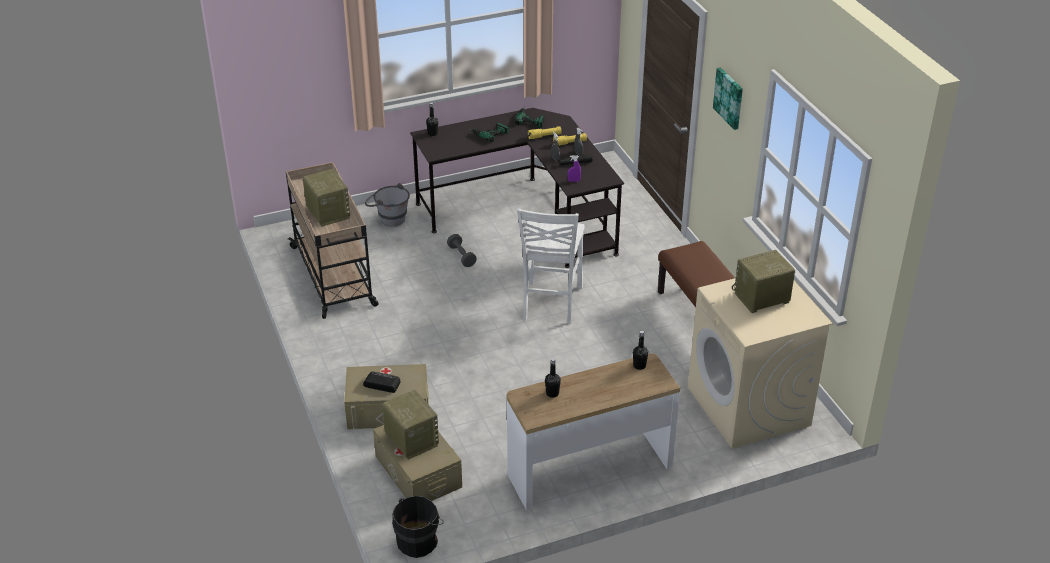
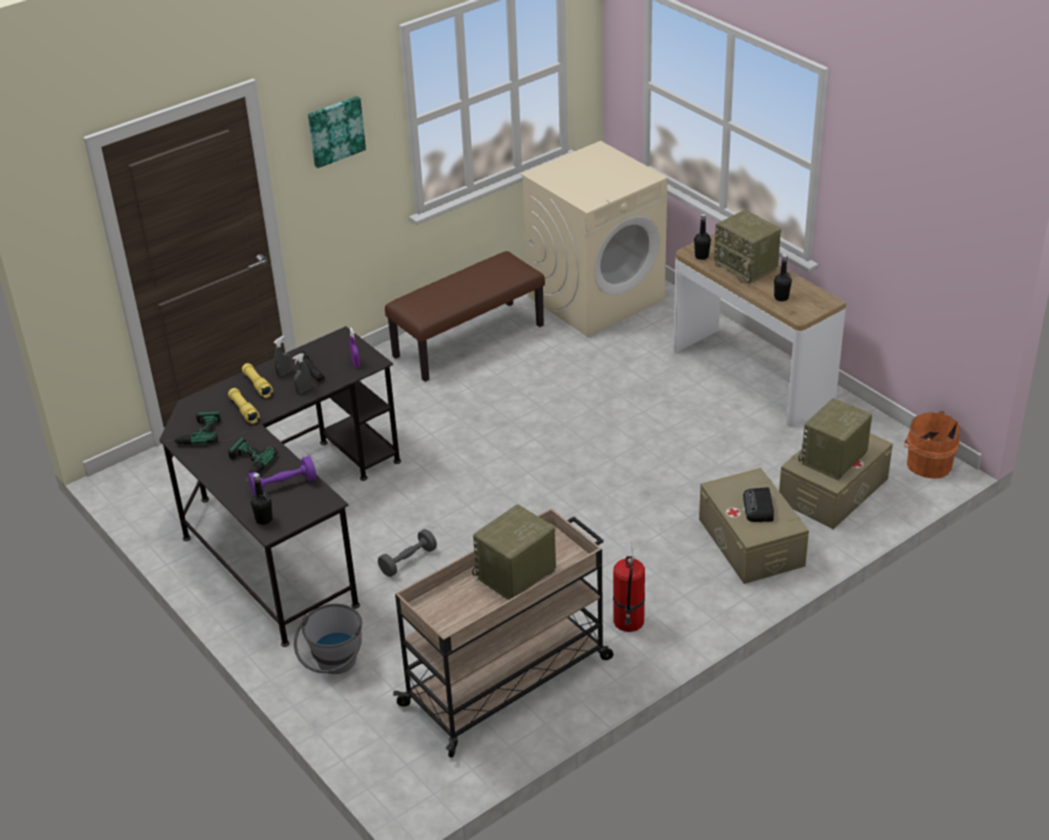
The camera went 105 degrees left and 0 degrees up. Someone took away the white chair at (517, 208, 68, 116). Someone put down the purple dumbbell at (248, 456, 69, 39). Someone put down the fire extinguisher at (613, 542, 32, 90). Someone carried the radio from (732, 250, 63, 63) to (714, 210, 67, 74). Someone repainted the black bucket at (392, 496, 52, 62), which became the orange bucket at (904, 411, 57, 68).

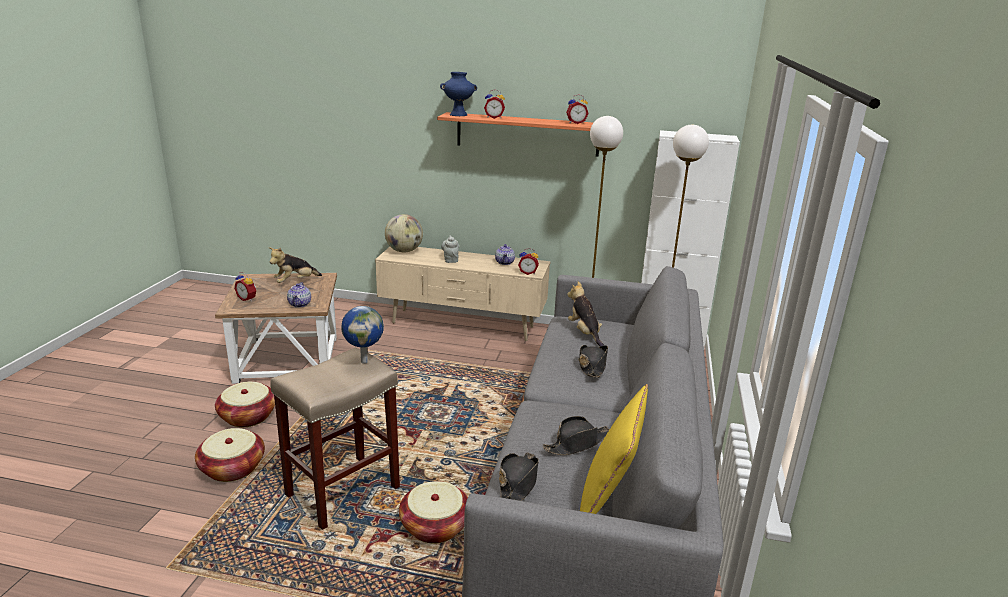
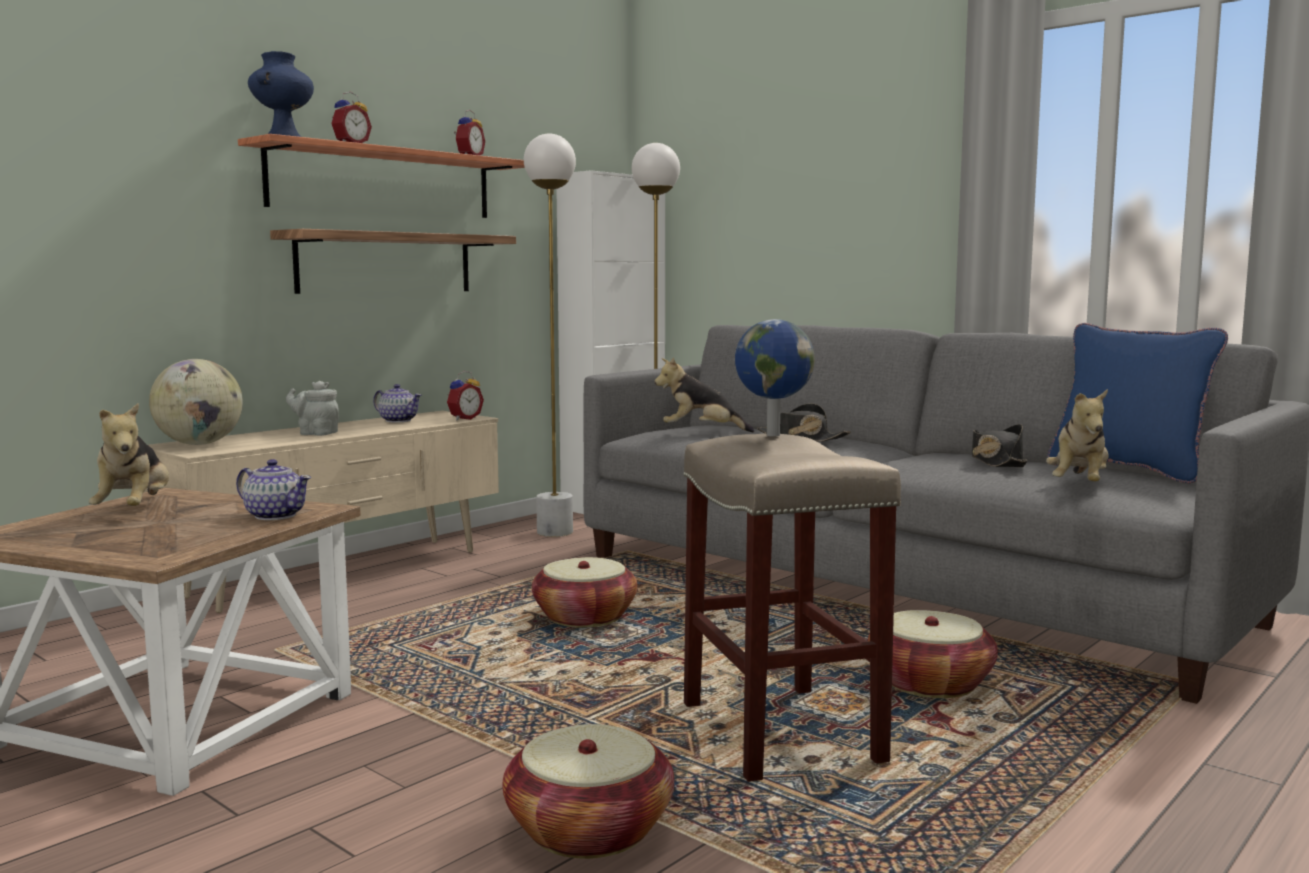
The camera went 60 degrees left and 15 degrees down. Someone took away the alarm clock at (234, 272, 22, 30). Someone put up the shelf at (270, 229, 246, 65). Someone carried the basket from (215, 382, 60, 45) to (532, 557, 105, 70). Someone swapped the black hat at (499, 452, 40, 49) for the plush toy at (1046, 389, 63, 93). Someone repainted the yellow pillow at (580, 384, 68, 130), which became the blue pillow at (1047, 323, 181, 160).

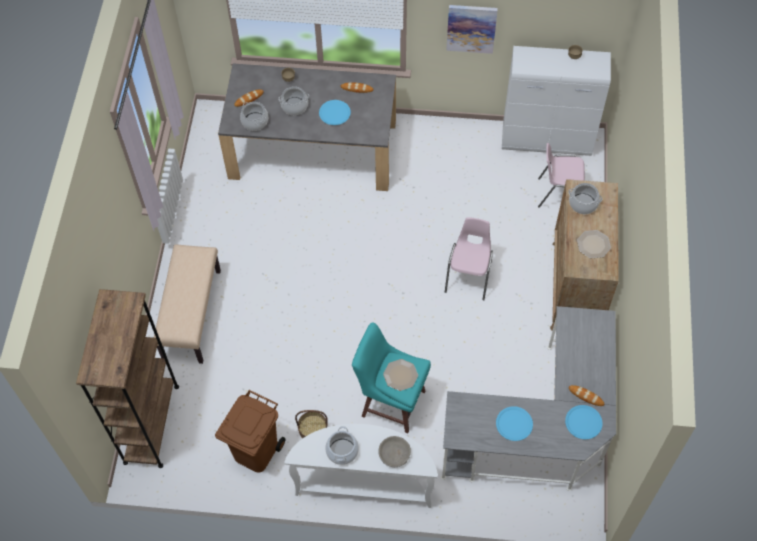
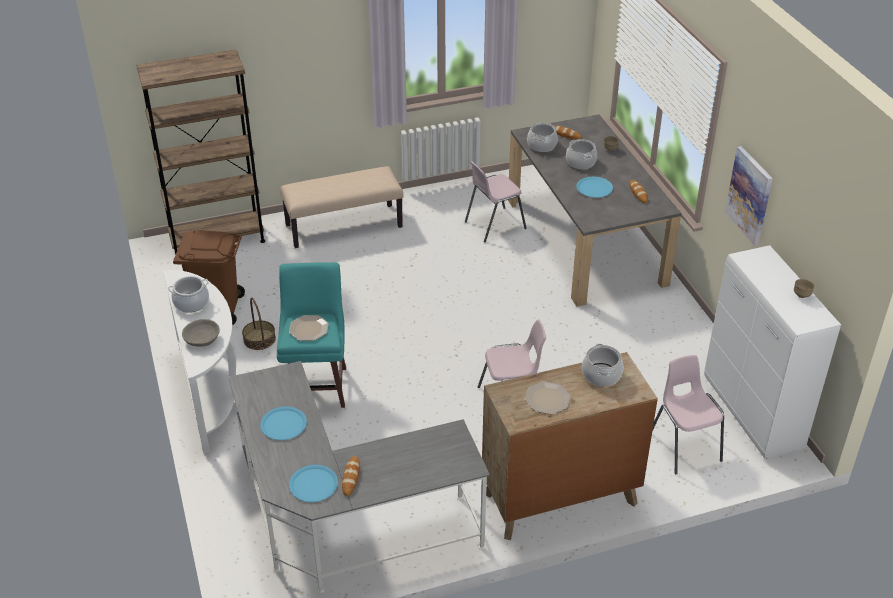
The camera went 65 degrees right and 20 degrees down. Someone put down the pink chair at (465, 161, 62, 81).

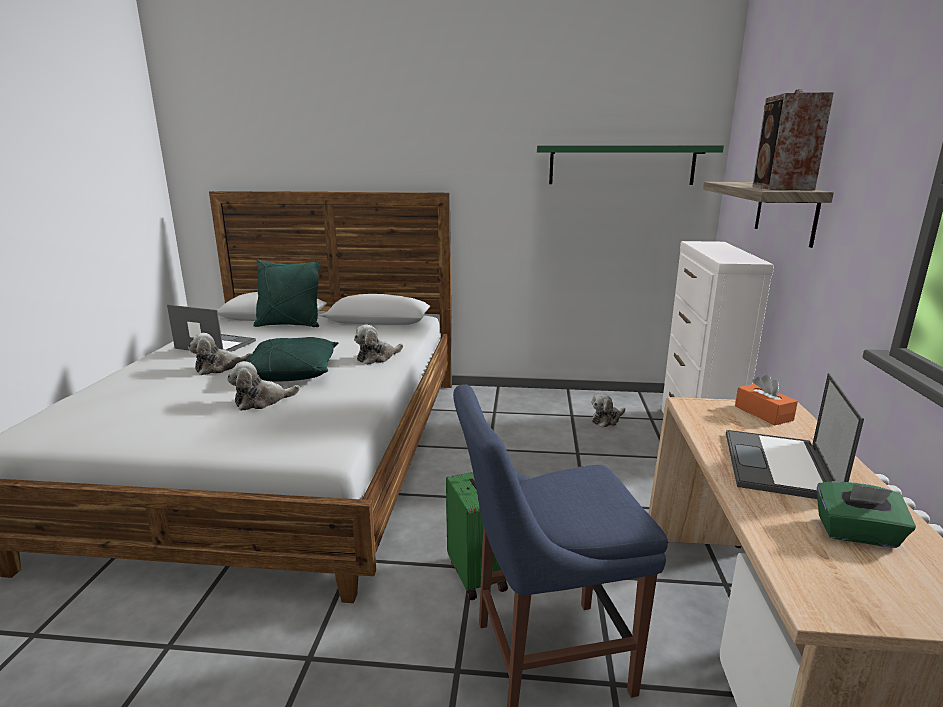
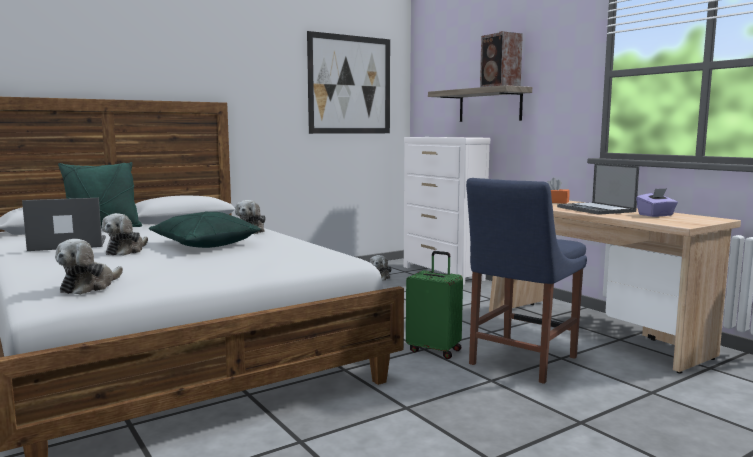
The camera went 40 degrees left and 10 degrees down. Someone carried the plush toy from (227, 361, 73, 50) to (55, 239, 68, 56). Someone swapped the green shelf at (537, 145, 187, 40) for the picture at (307, 31, 83, 103). Someone repainted the green tissue box at (817, 481, 99, 67), which became the purple tissue box at (636, 188, 42, 29).

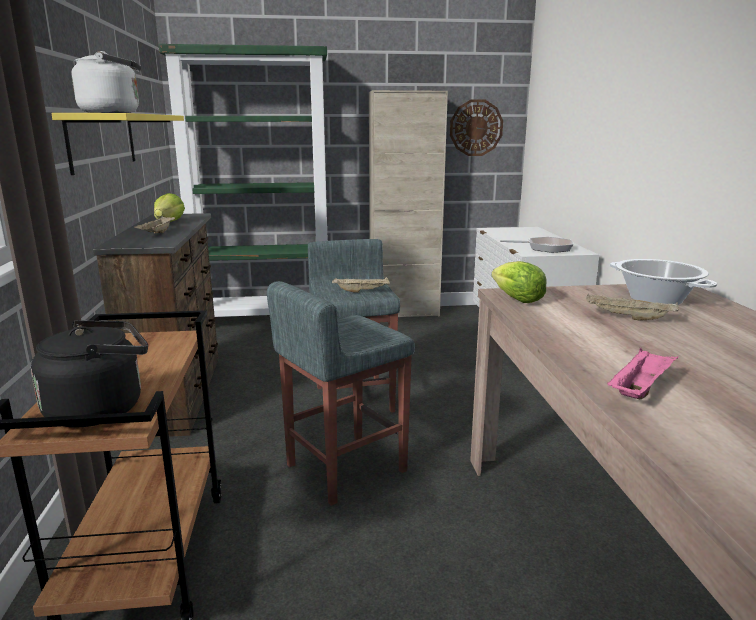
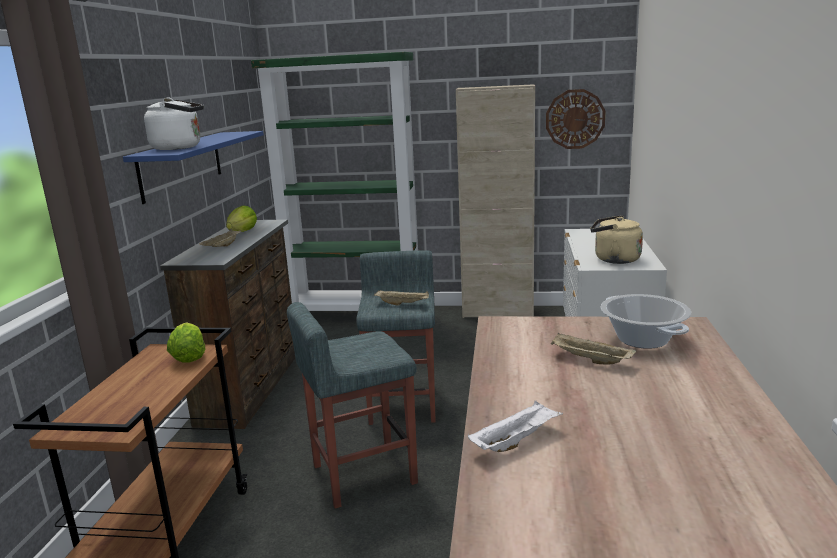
The camera went 15 degrees right and 0 degrees up. Someone took away the black kettle at (31, 320, 117, 107). Someone carried the lettuce from (491, 261, 56, 42) to (167, 322, 39, 41). Someone swapped the frying pan at (500, 237, 74, 16) for the beige kettle at (590, 215, 53, 49). Someone repainted the yellow shelf at (51, 113, 133, 62), which became the blue shelf at (123, 131, 141, 73). Someone repainted the pink tray at (607, 348, 71, 51), which became the white tray at (468, 401, 95, 51).

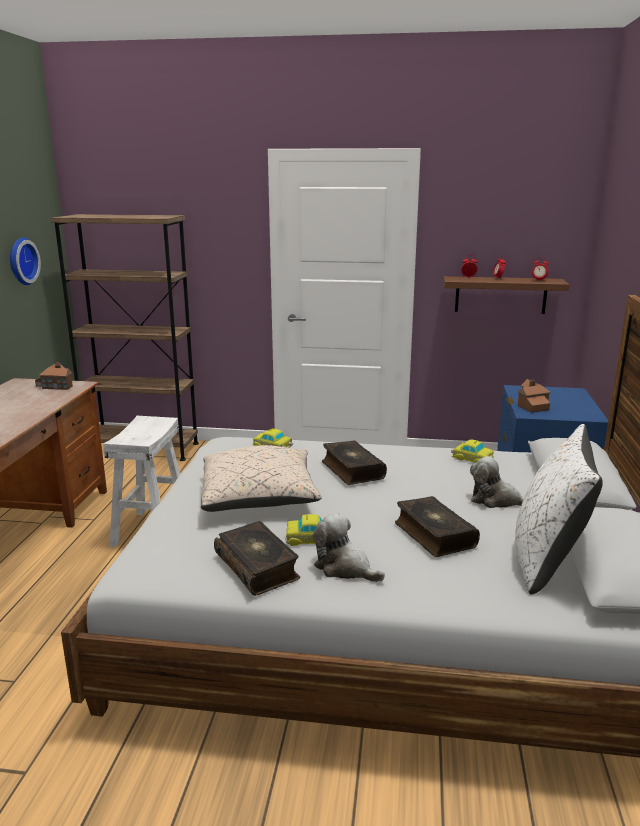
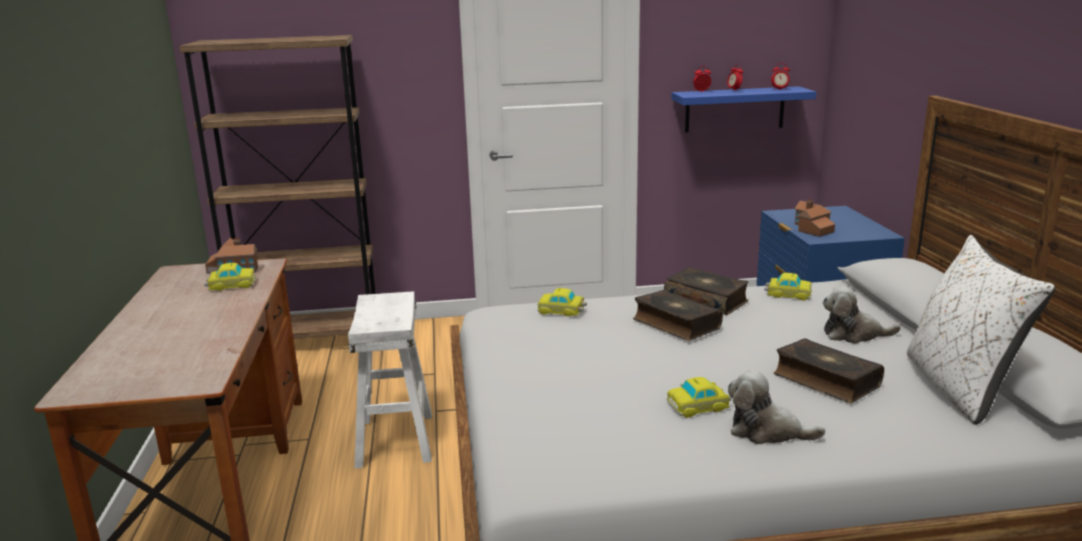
The camera went 15 degrees left and 0 degrees up. Someone took away the wall clock at (10, 238, 31, 47). Someone took away the beige pillow at (201, 445, 120, 67). Someone put down the toy car at (204, 262, 52, 29). Someone carried the book from (214, 521, 86, 75) to (664, 267, 85, 48). Someone repainted the brown shelf at (443, 276, 126, 38), which became the blue shelf at (671, 86, 145, 47).

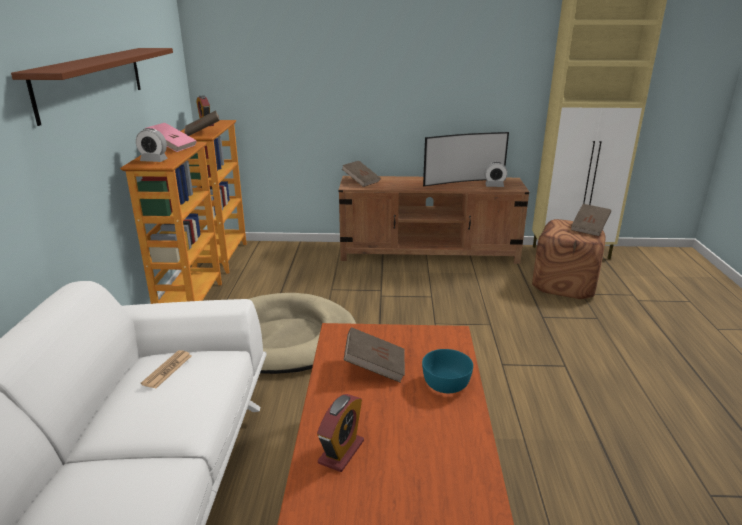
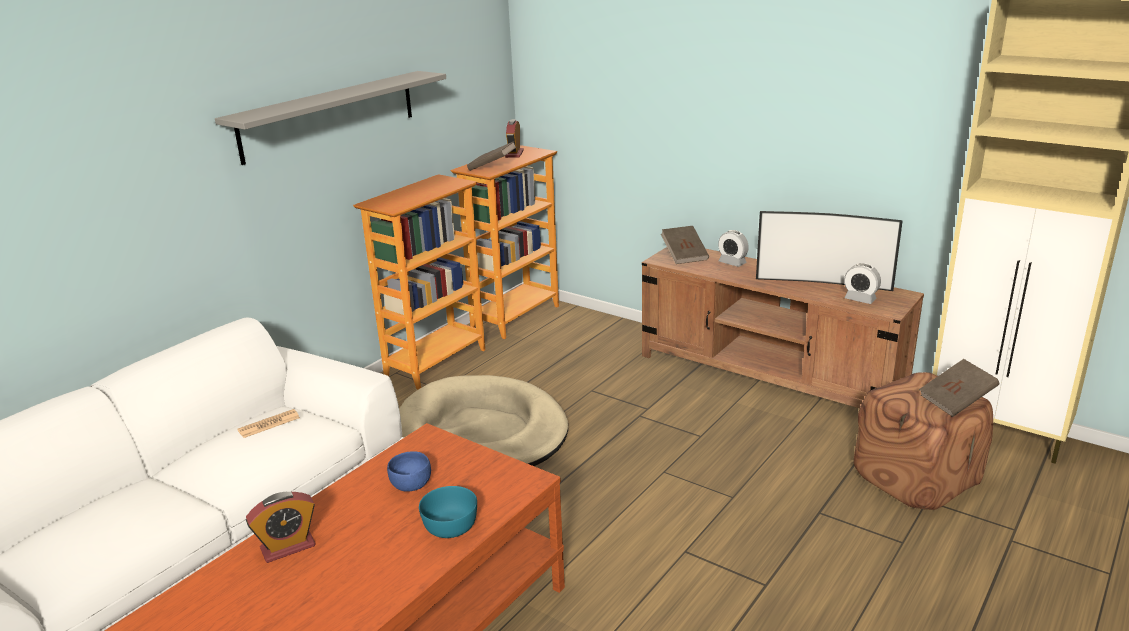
The camera went 35 degrees right and 0 degrees up. Someone took away the pink book at (145, 123, 52, 29). Someone carried the alarm clock from (136, 128, 32, 34) to (718, 230, 31, 37). Someone swapped the brown book at (344, 327, 61, 56) for the blue bowl at (387, 451, 44, 41). Someone repainted the brown shelf at (11, 48, 162, 78), which became the grey shelf at (215, 71, 231, 94).

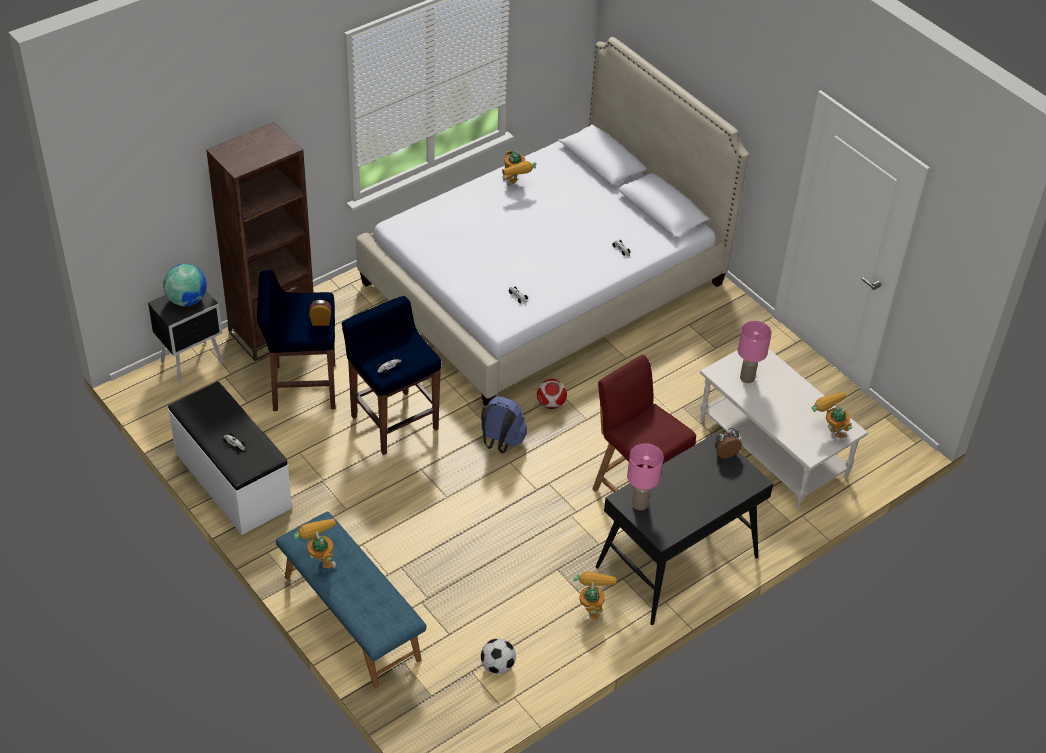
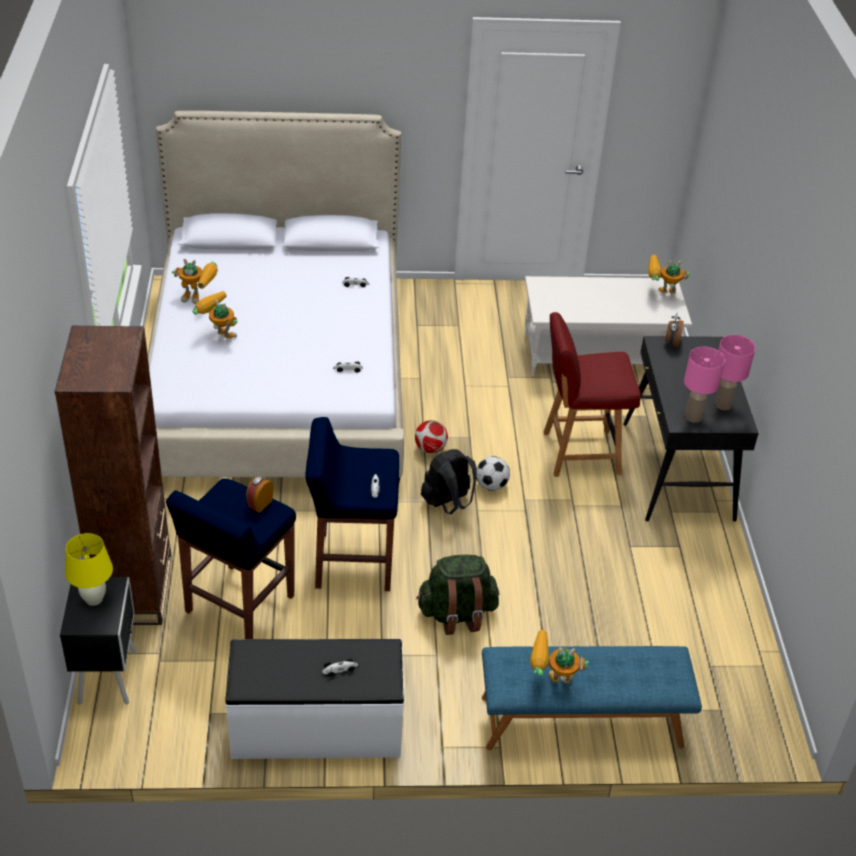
The camera went 55 degrees left and 5 degrees down. Someone put down the green backpack at (416, 555, 83, 80). Someone carried the football from (481, 638, 35, 36) to (476, 456, 34, 35). Someone carried the toy robot from (573, 571, 43, 51) to (192, 291, 46, 47). Someone carried the pink table lamp from (738, 321, 34, 62) to (715, 335, 41, 75). Someone swapped the globe at (163, 264, 44, 42) for the yellow table lamp at (65, 533, 48, 73). Someone repainted the blue backpack at (481, 396, 46, 57), which became the black backpack at (421, 449, 56, 65).

